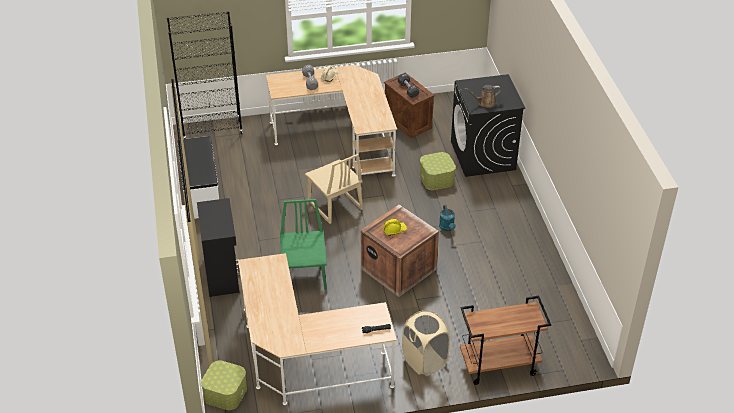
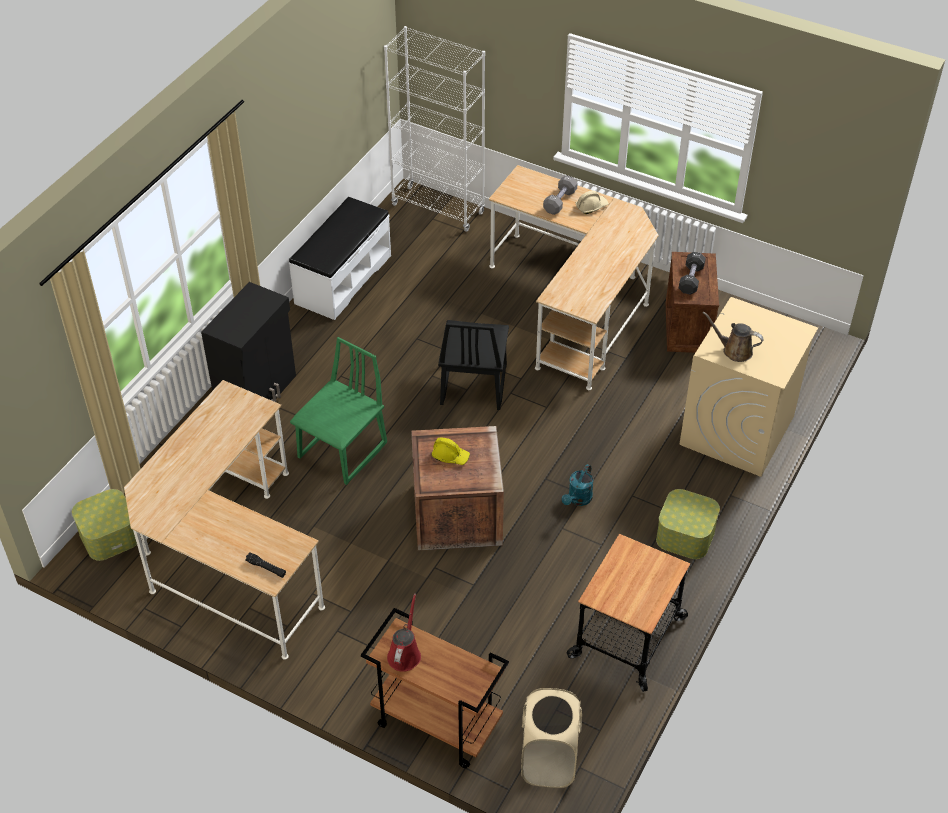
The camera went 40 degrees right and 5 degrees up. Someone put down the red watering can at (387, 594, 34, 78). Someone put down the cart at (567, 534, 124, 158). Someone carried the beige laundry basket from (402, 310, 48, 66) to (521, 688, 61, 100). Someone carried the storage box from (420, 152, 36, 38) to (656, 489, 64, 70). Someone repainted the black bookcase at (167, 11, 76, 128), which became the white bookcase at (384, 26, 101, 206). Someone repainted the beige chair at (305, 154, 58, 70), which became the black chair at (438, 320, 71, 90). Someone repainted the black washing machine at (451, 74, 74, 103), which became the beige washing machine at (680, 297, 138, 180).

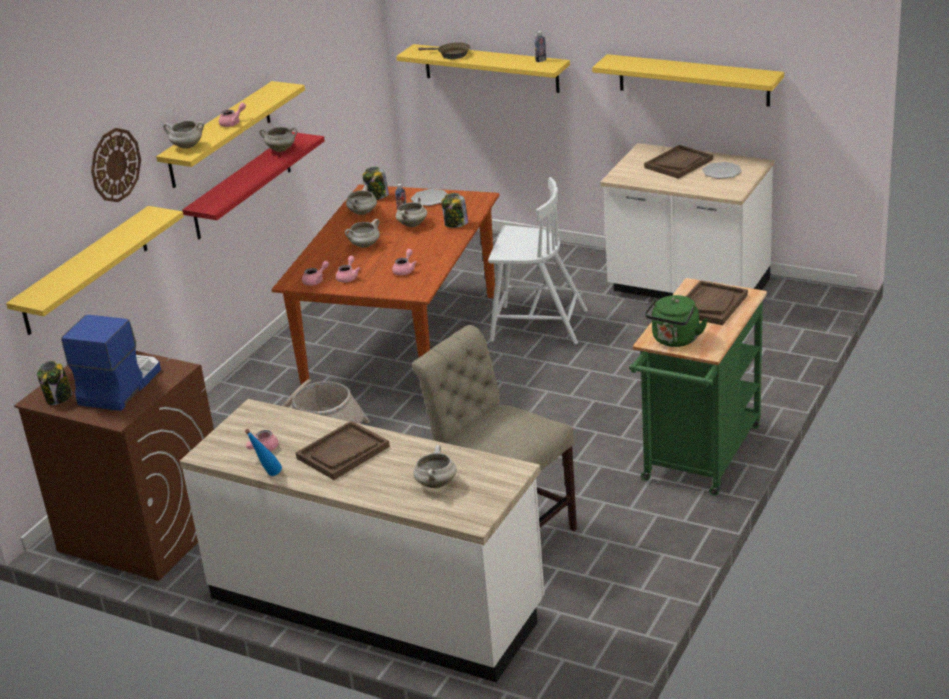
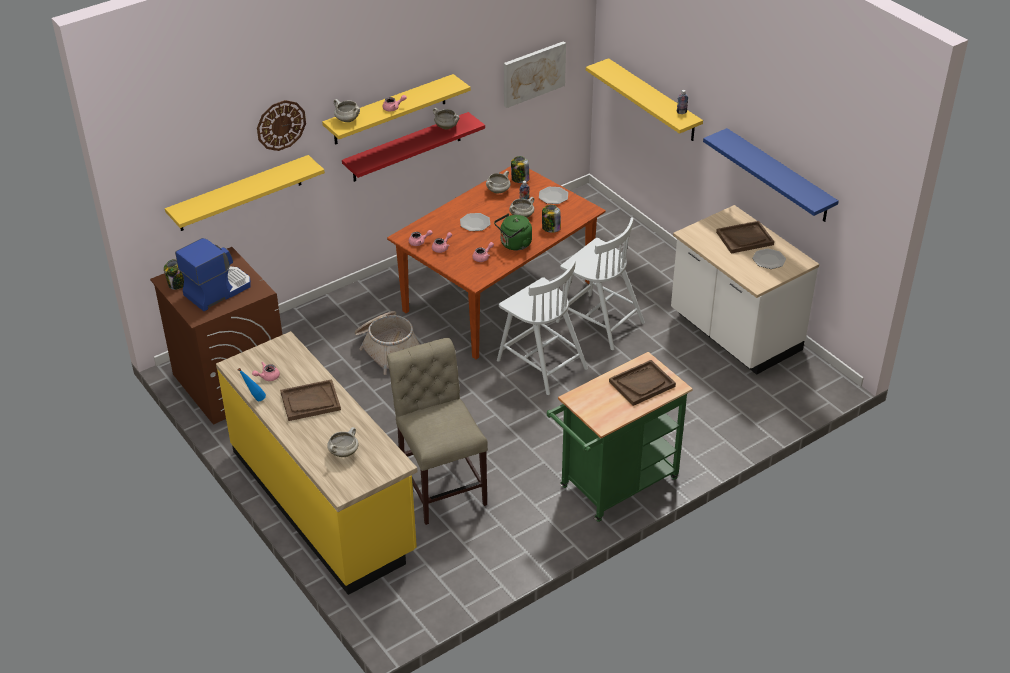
The camera went 25 degrees right and 10 degrees up. Someone took away the brown frying pan at (418, 42, 52, 17). Someone put down the white chair at (497, 260, 91, 135). Someone put up the picture at (504, 41, 62, 67). Someone carried the green kettle from (645, 295, 63, 52) to (494, 213, 38, 37). Someone swapped the white cooking pot at (345, 219, 35, 29) for the plate at (460, 213, 31, 18). Someone repainted the white counter at (180, 399, 364, 283), which became the yellow counter at (216, 331, 202, 264). Someone repainted the yellow shelf at (592, 54, 192, 53), which became the blue shelf at (703, 128, 136, 94).

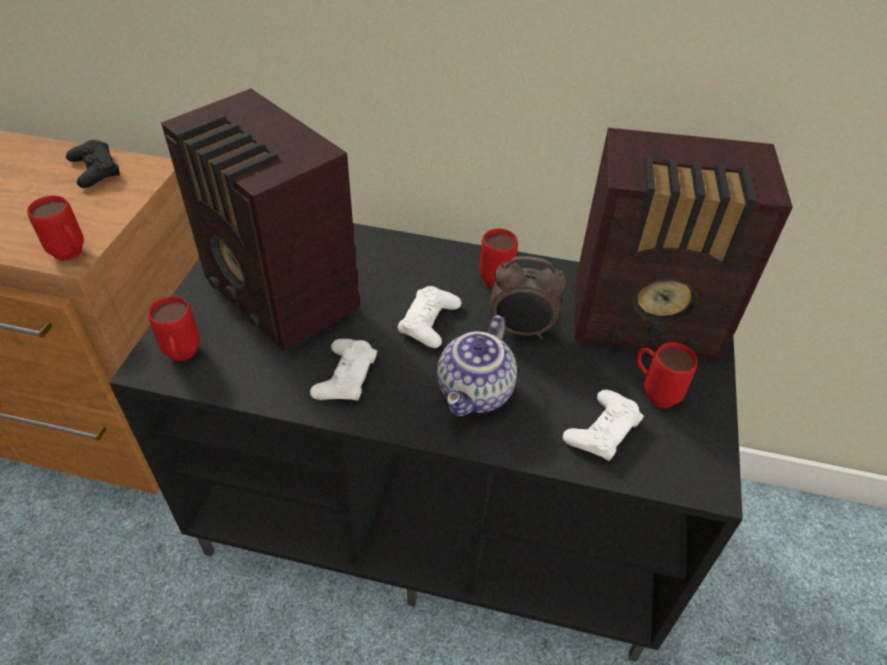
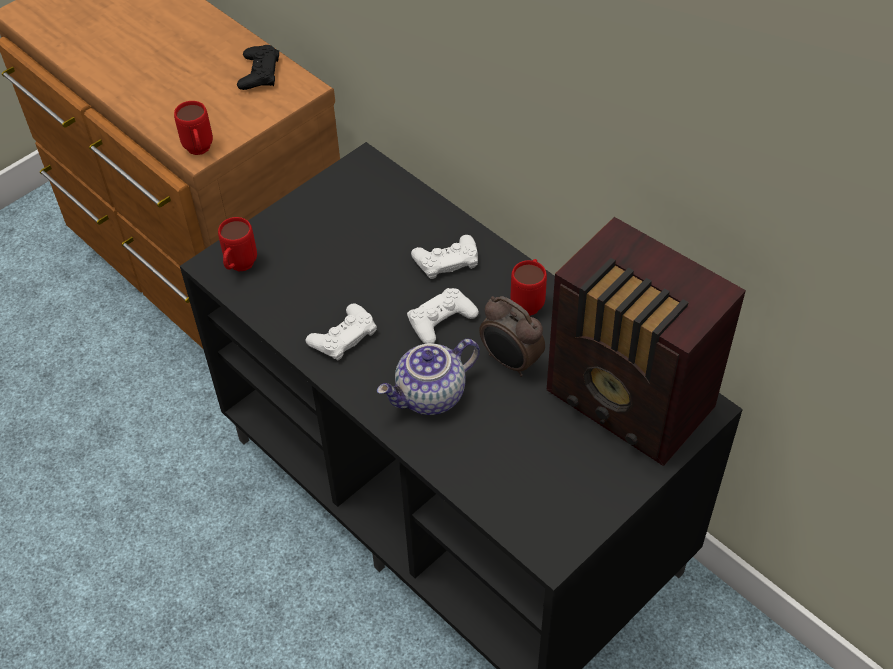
The camera went 35 degrees right and 5 degrees up. Someone took away the radio at (161, 88, 199, 264). Someone took away the red mug at (636, 342, 61, 66). Someone carried the white game controller from (563, 390, 81, 71) to (411, 235, 67, 44).

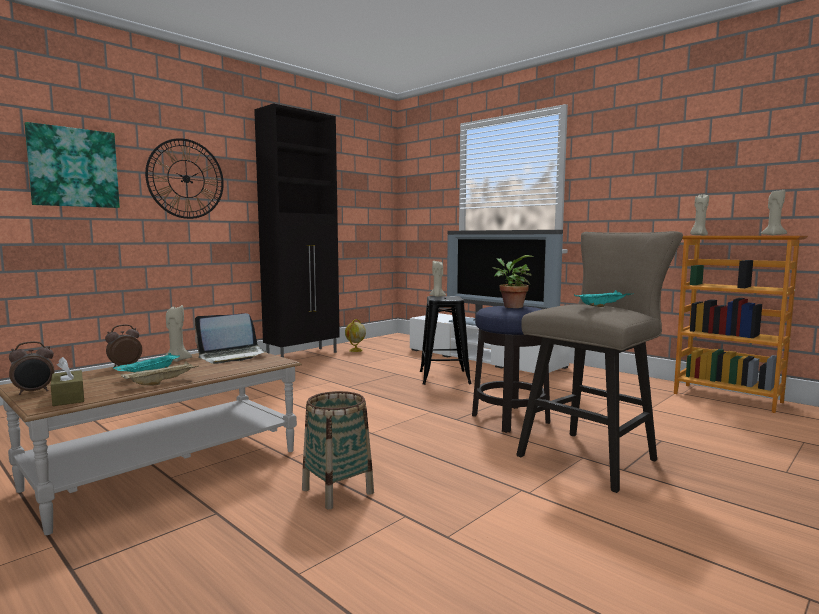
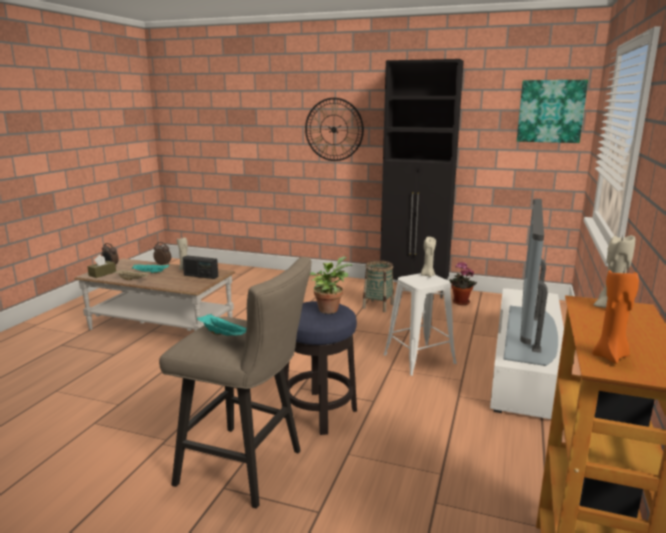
The camera went 65 degrees right and 10 degrees up. Someone carried the picture from (24, 122, 96, 86) to (517, 80, 71, 63). Someone carried the basket from (302, 391, 72, 119) to (362, 260, 32, 52). Someone swapped the laptop at (195, 313, 72, 51) for the radio at (182, 255, 36, 24). Someone swapped the globe at (345, 319, 21, 33) for the potted plant at (449, 262, 28, 43). Someone repainted the black stool at (420, 296, 52, 89), which became the white stool at (383, 273, 74, 103). Someone repainted the beige candle at (761, 189, 26, 46), which became the orange candle at (592, 268, 47, 96).

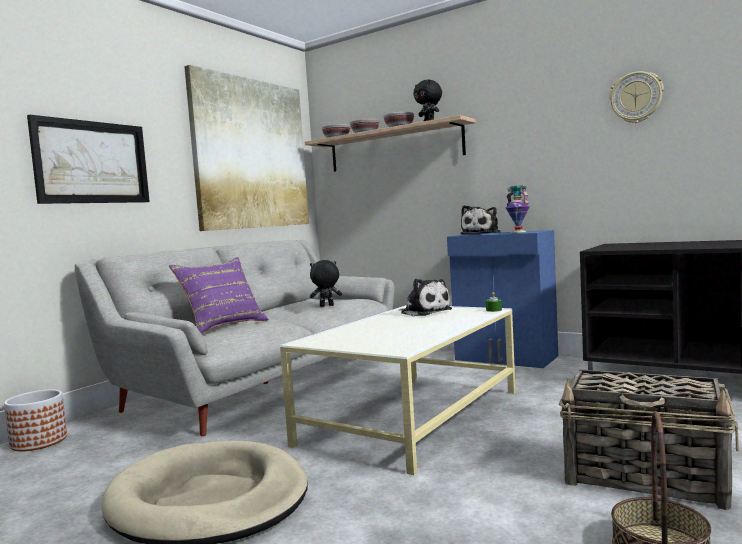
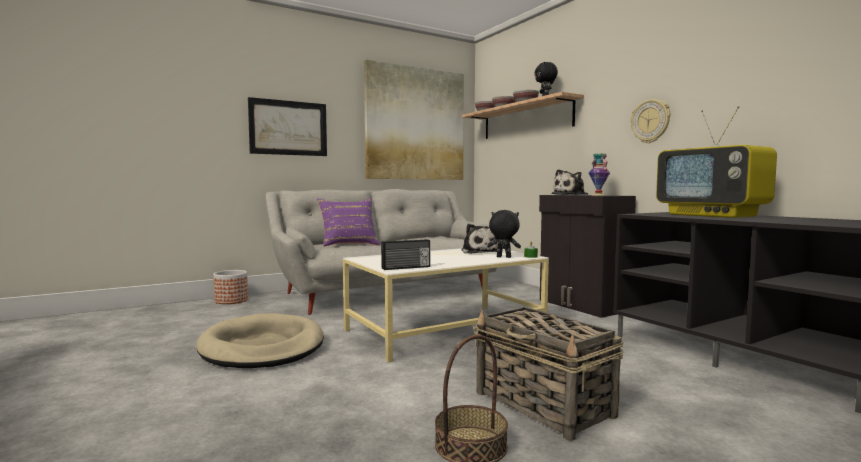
The camera went 25 degrees right and 0 degrees up. Someone put down the radio at (381, 239, 49, 31). Someone put down the television at (656, 106, 121, 112). Someone carried the black plush toy from (310, 260, 32, 47) to (487, 210, 34, 48). Someone carried the wall clock from (609, 71, 55, 52) to (631, 99, 39, 44). Someone repainted the blue cabinet at (447, 230, 111, 138), which became the black cabinet at (539, 195, 97, 123).

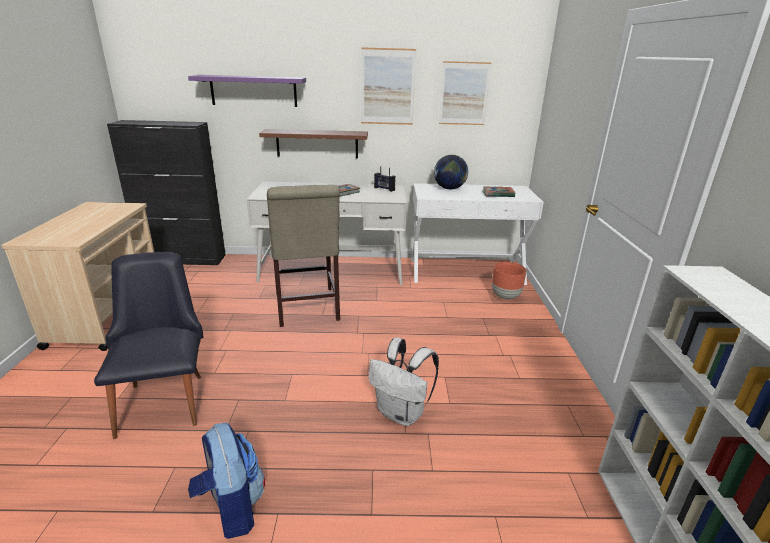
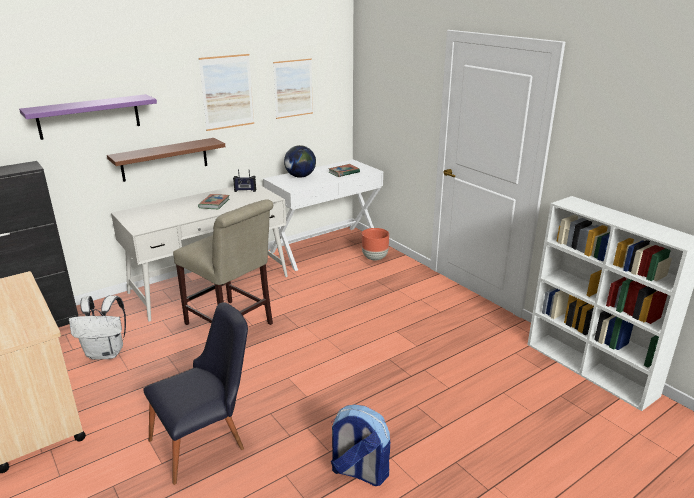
The camera went 35 degrees left and 0 degrees up. Someone carried the white backpack from (368, 337, 71, 89) to (69, 295, 57, 65). Someone rotated the black chair at (94, 252, 110, 187) by 105 degrees clockwise.

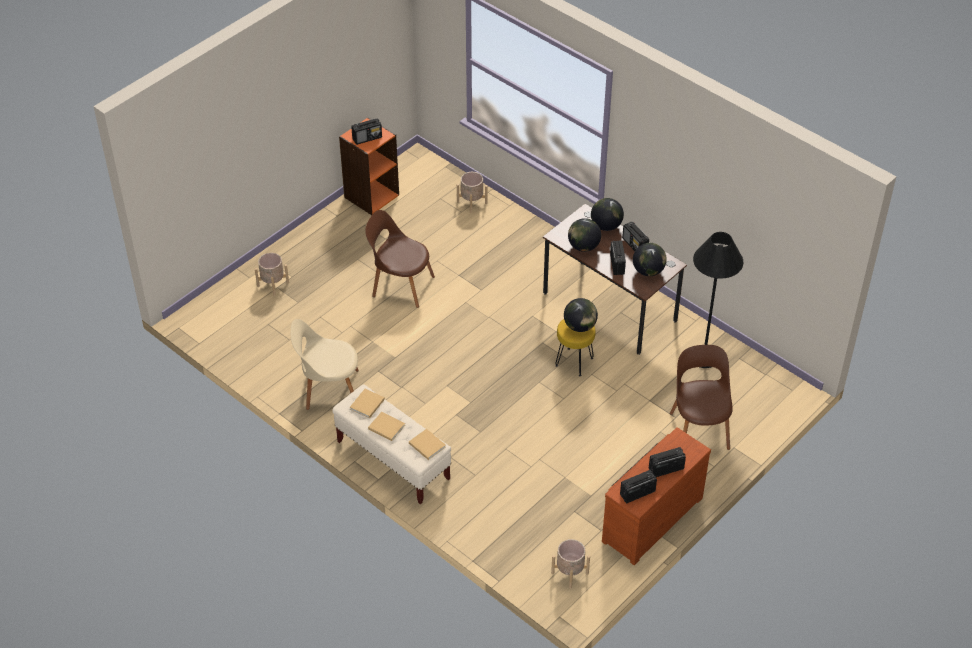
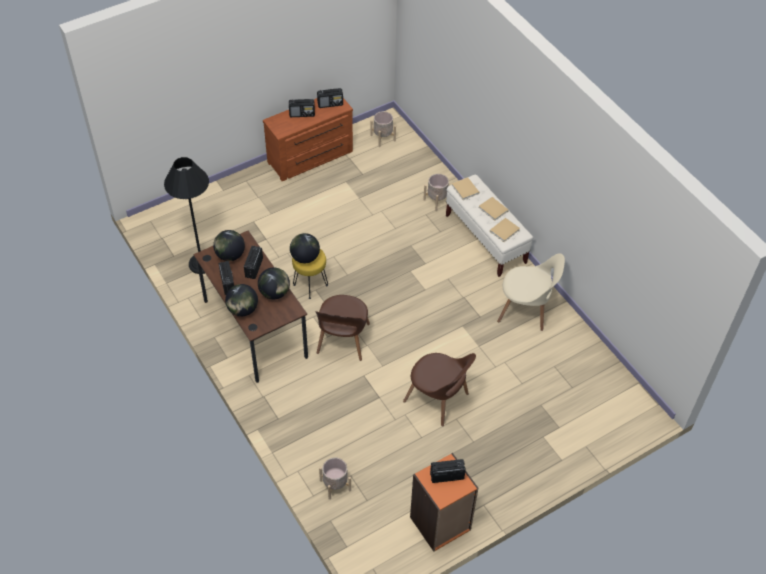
The camera went 165 degrees left and 5 degrees up. Someone carried the beige planter from (255, 253, 34, 43) to (423, 174, 26, 37). Someone carried the brown chair from (670, 345, 63, 105) to (315, 295, 55, 66).

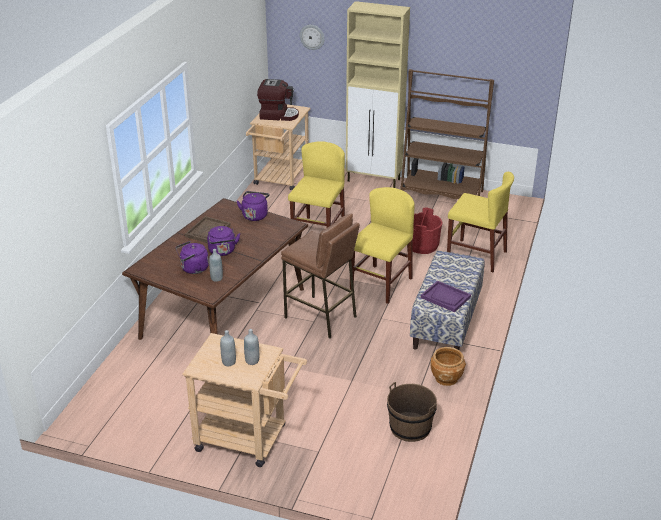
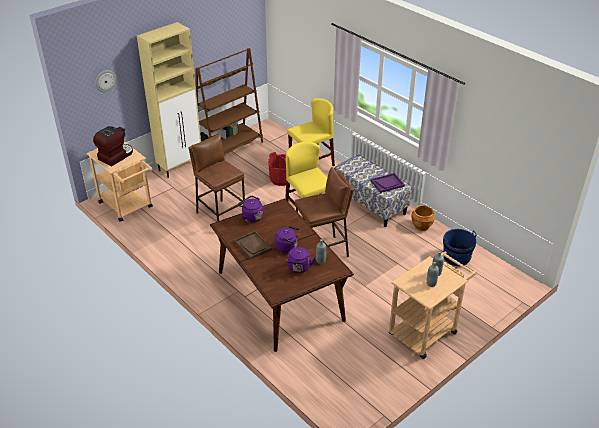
The camera went 60 degrees left and 5 degrees up. Someone swapped the yellow chair at (288, 141, 57, 86) for the brown stool at (189, 133, 56, 89). Someone repainted the brown bucket at (387, 382, 50, 60), which became the blue bucket at (443, 229, 34, 37).

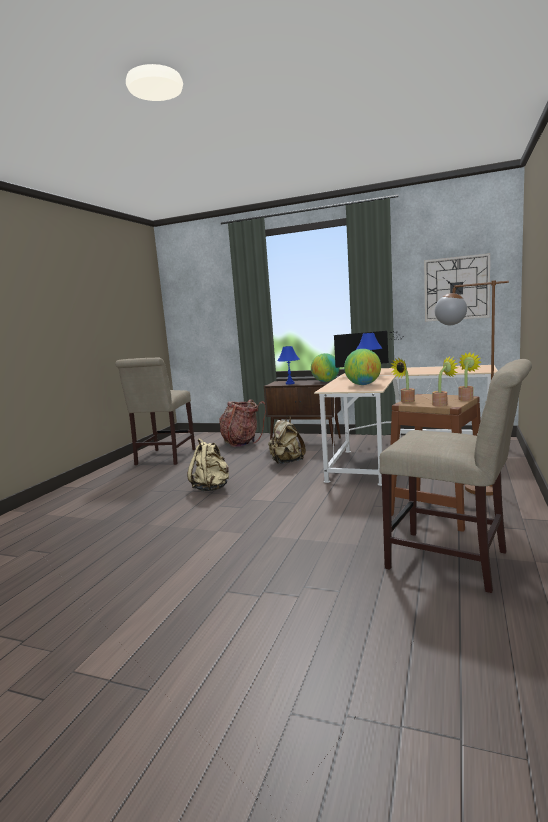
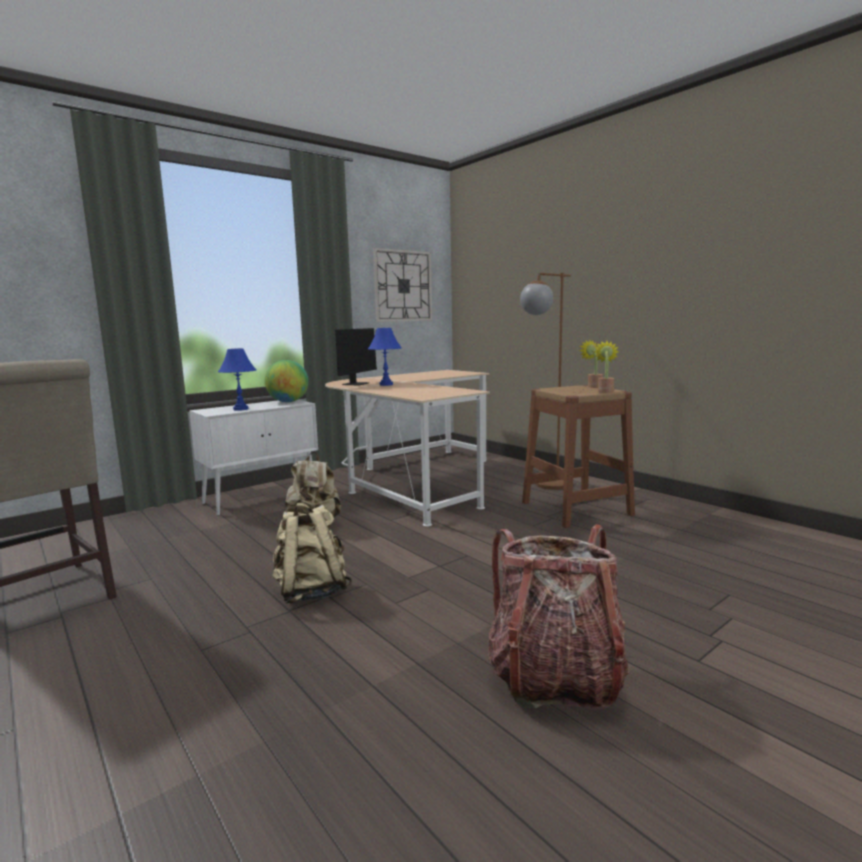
The camera went 60 degrees left and 0 degrees up. Someone took away the globe at (344, 349, 37, 36). Someone took away the beige chair at (379, 359, 153, 234). Someone took away the potted plant at (390, 358, 25, 45). Someone carried the backpack from (219, 400, 47, 47) to (488, 524, 141, 187). Someone repainted the brown cabinet at (264, 380, 77, 66), which became the white cabinet at (189, 400, 129, 116).

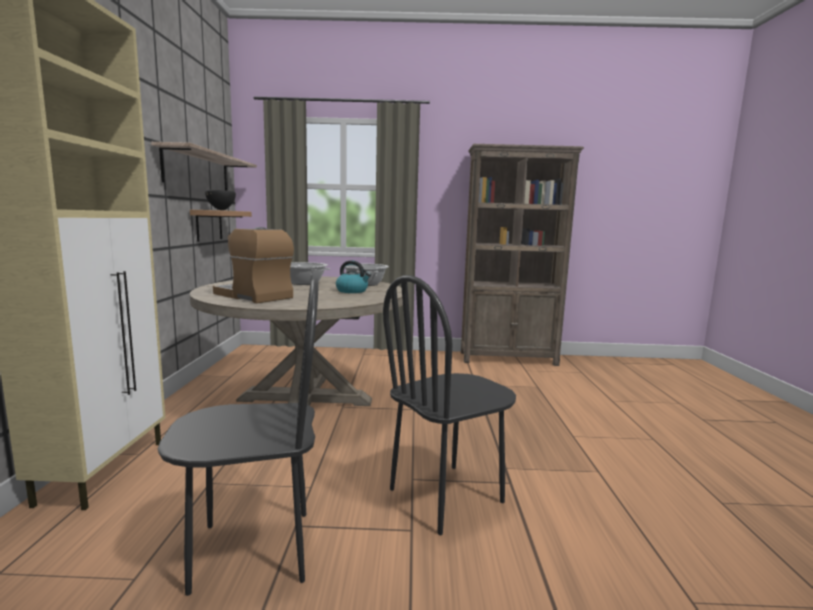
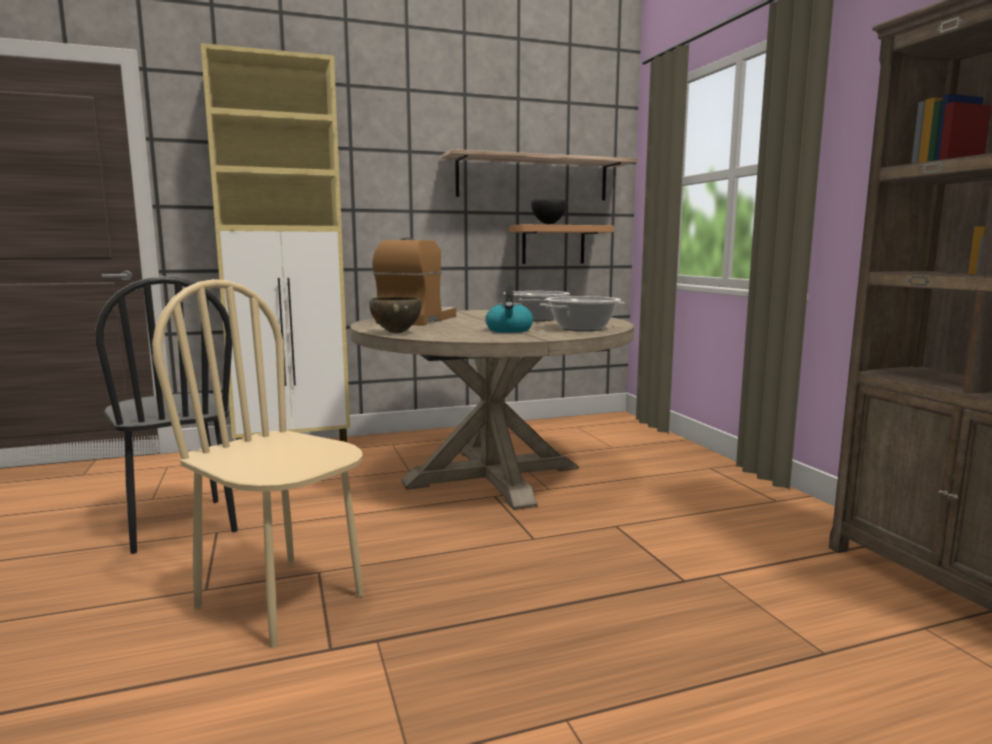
The camera went 70 degrees right and 0 degrees up. Someone put down the brown bowl at (369, 297, 53, 37). Someone repainted the black chair at (383, 275, 133, 260), which became the beige chair at (152, 279, 211, 369).

